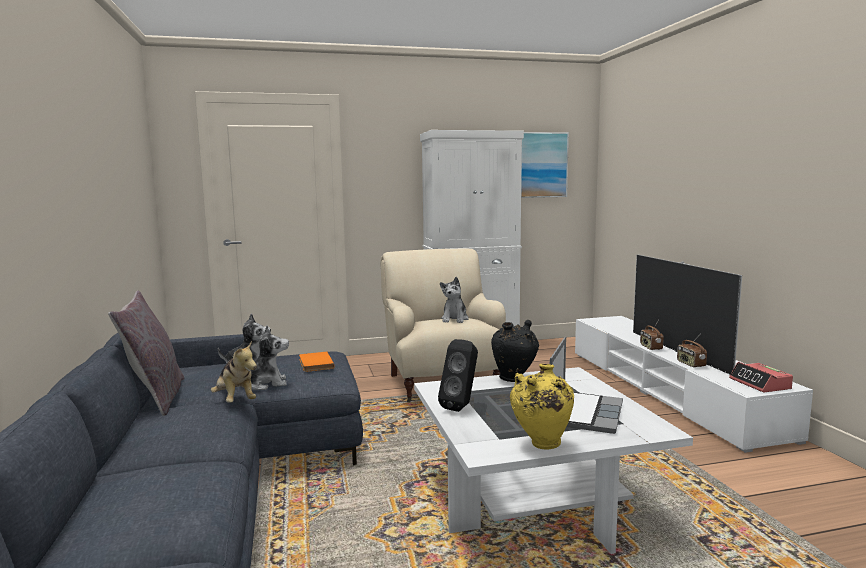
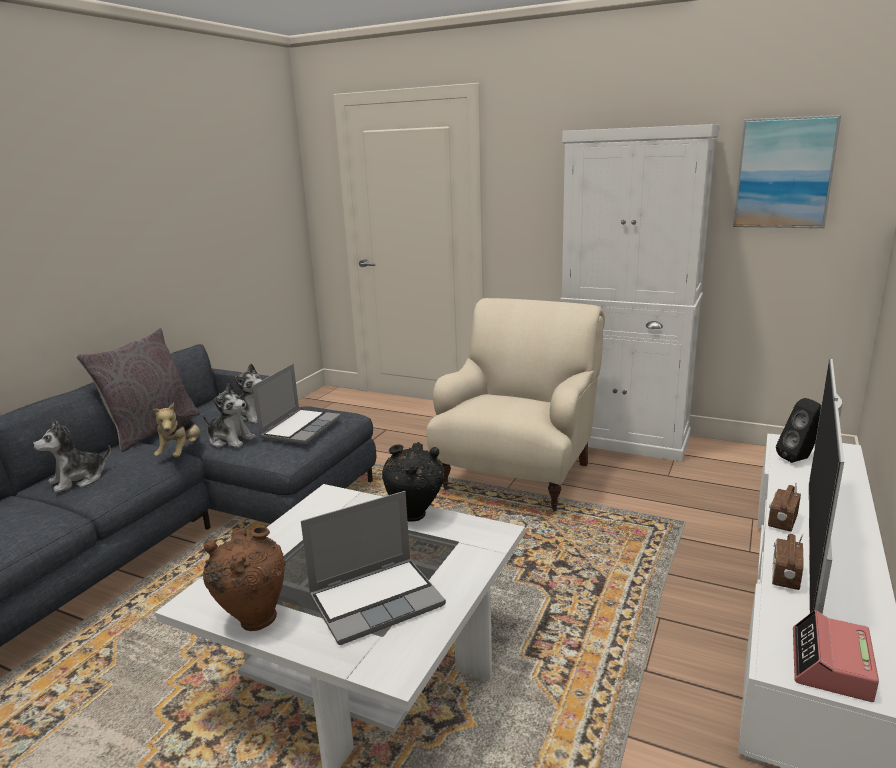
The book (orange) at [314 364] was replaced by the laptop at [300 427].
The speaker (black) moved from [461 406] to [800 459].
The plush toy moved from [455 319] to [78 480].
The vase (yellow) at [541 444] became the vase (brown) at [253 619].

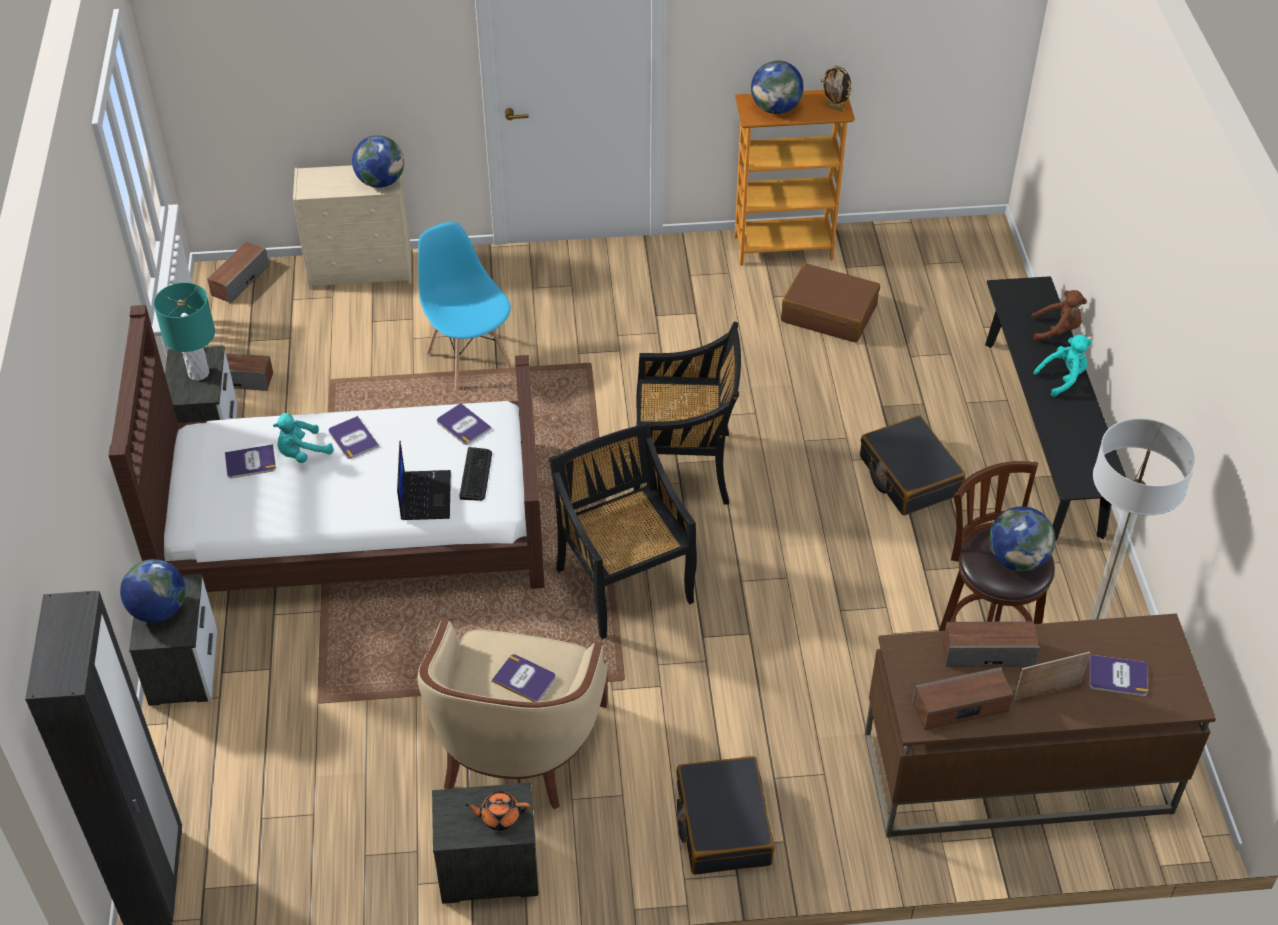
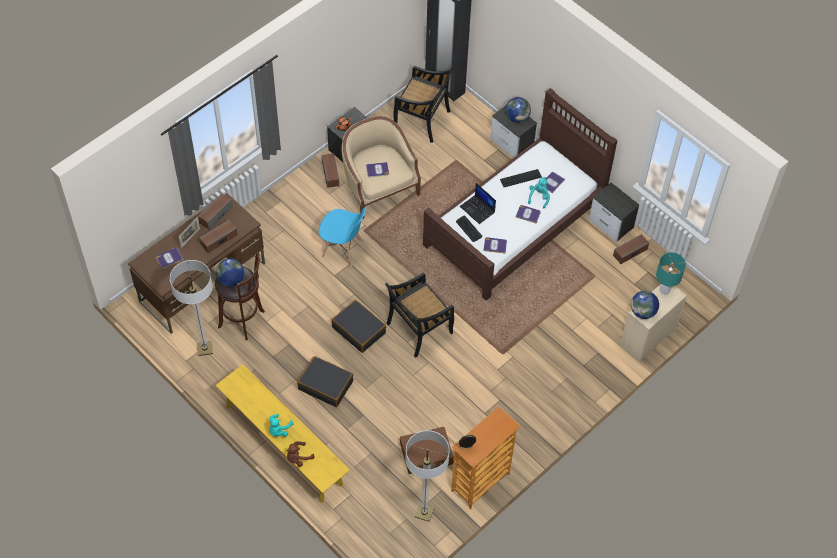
The table lamp (turquoise) moved from [198 373] to [664 290].
The speaker moved from [239 280] to [330 173].
The chair (blue) moved from [469 359] to [343 249].
The chair (black) moved from [623 583] to [422 120].
The suitcase (black) moved from [722 825] to [359 330].
The globe at [776 108] disappeared.
The bench (black) at [1042 435] became the bench (yellow) at [283 445].
The floor lamp at [424 512] appeared.
The keyboard at [520 178] appeared.

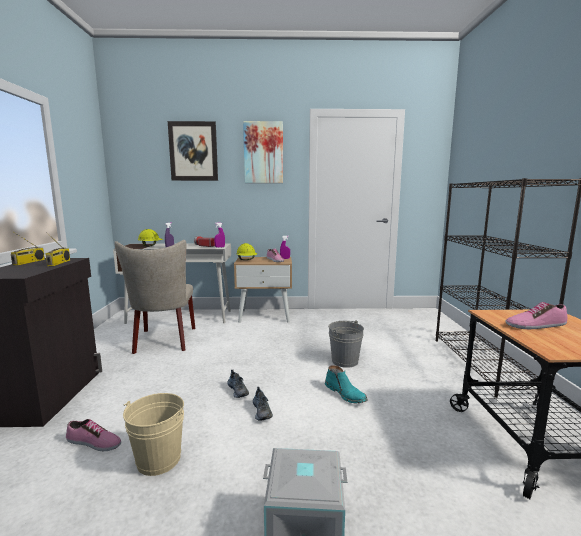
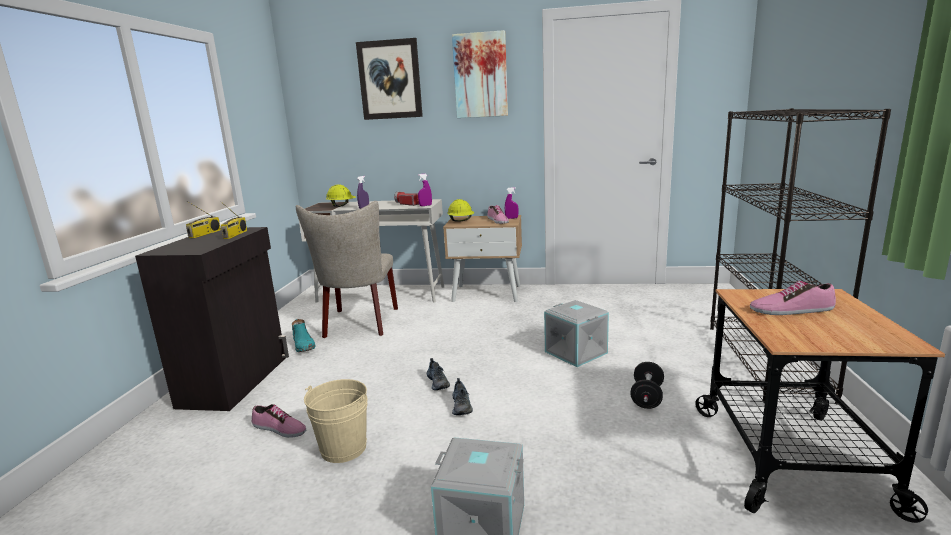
The boot (turquoise) moved from [345 394] to [304 345].
The bucket (grey) at [345 361] was replaced by the storage box (grey) at [577 352].
The dumbbell (black) at [647 397] appeared.

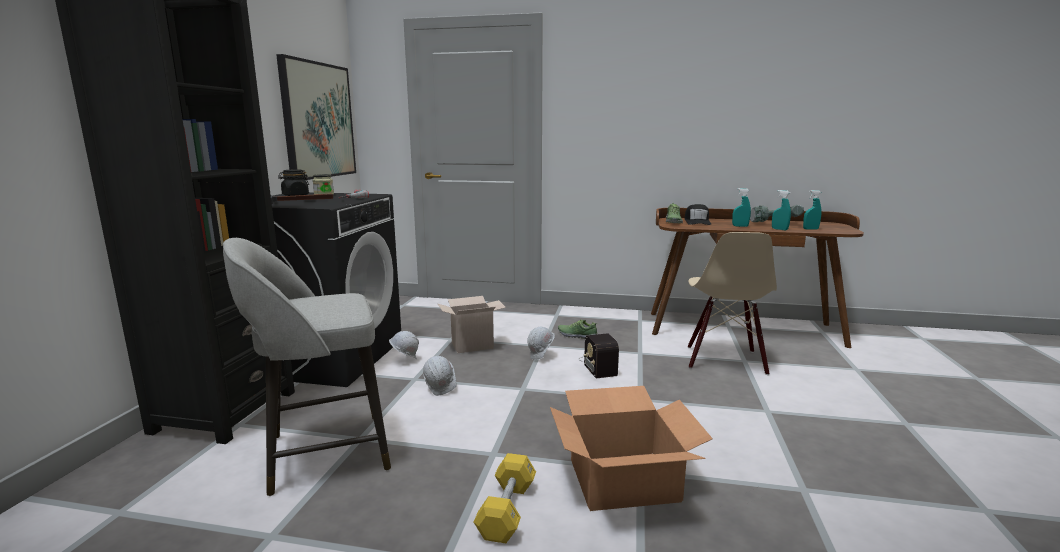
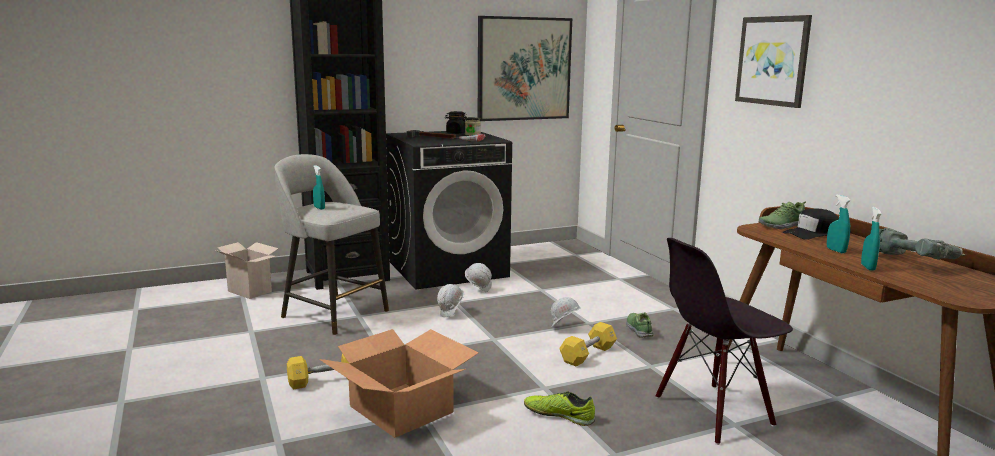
The cardboard box moved from [473 345] to [251 291].
The radio at [598 365] was replaced by the dumbbell (yellow) at [588 354].
The chair (beige) at [724 360] became the chair (black) at [713 412].
The spray bottle (turquoise) moved from [810 229] to [319 208].
The shoe at [559 415] appeared.
The picture at [773 61] appeared.

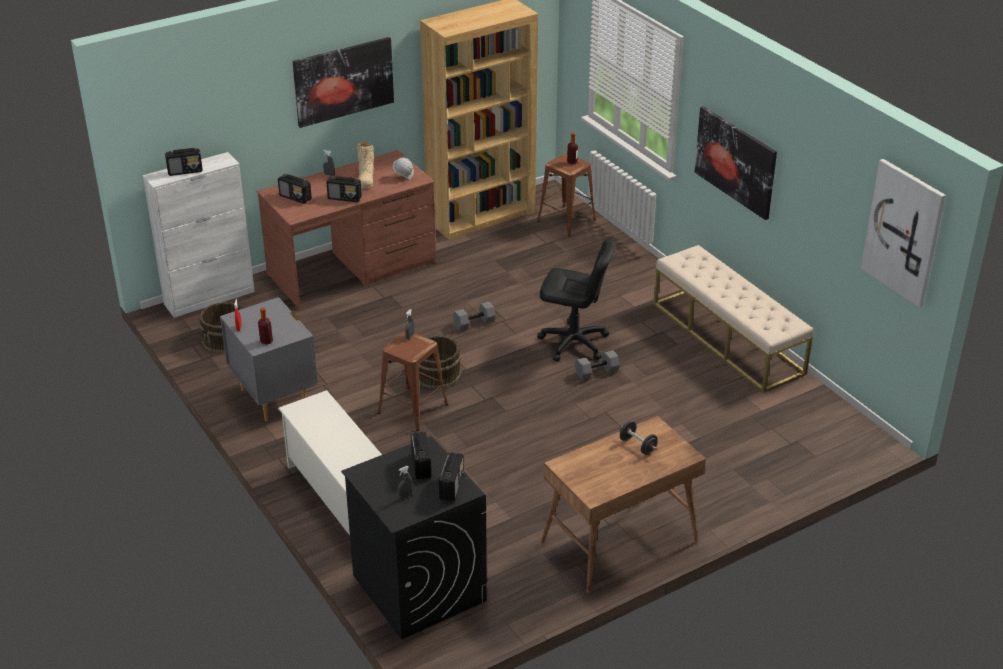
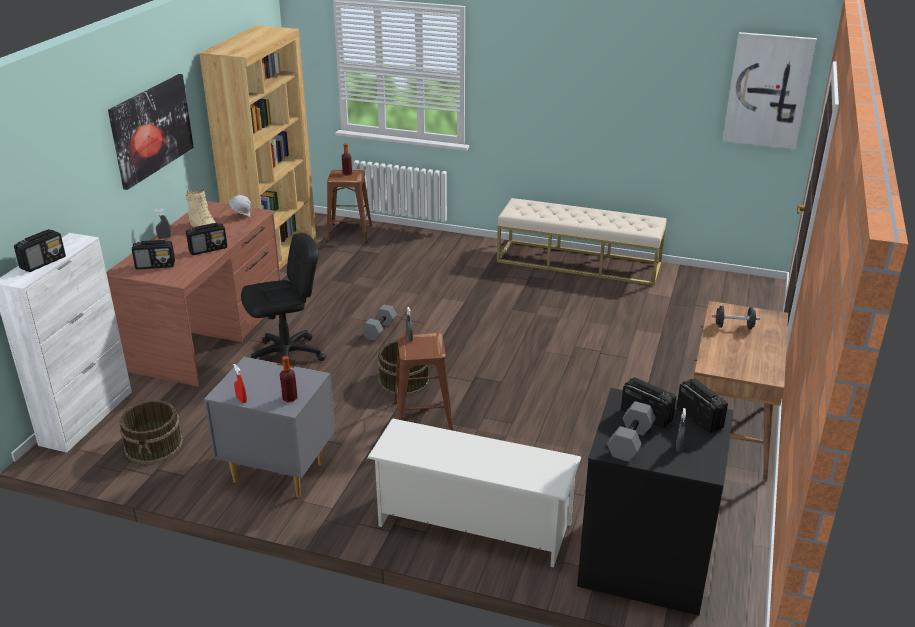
The office chair (black) moved from [574 343] to [287 356].
The dumbbell (grey) moved from [596 372] to [631 442].
The picture at [735 161] disappeared.

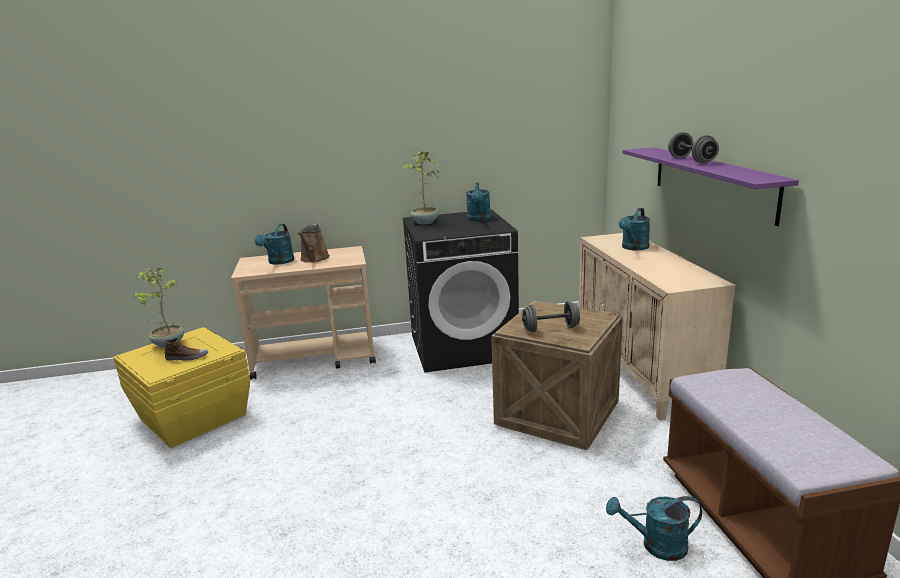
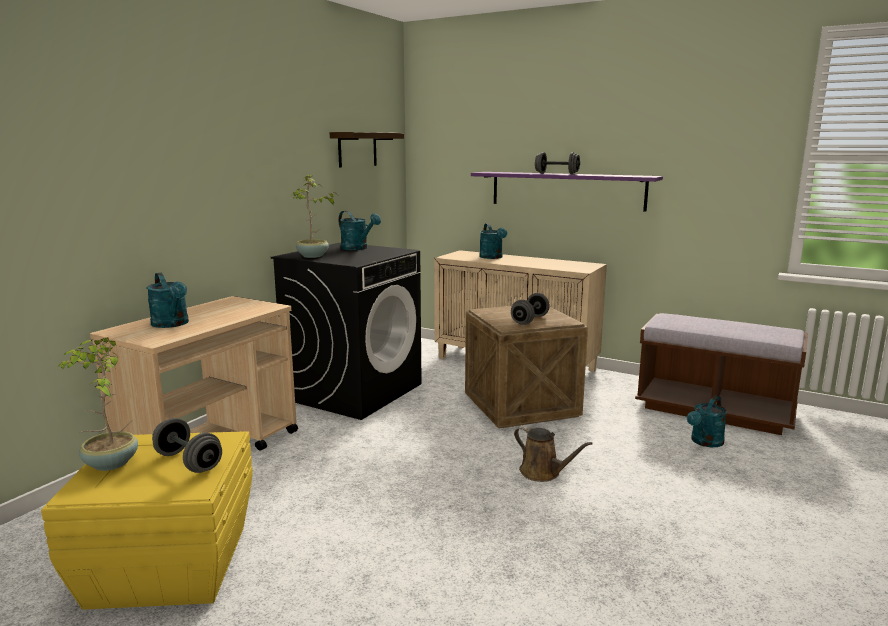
The shoe at [187 357] was replaced by the dumbbell (grey) at [188 462].
The watering can (brown) moved from [314 259] to [543 473].
The shelf at [357 149] appeared.

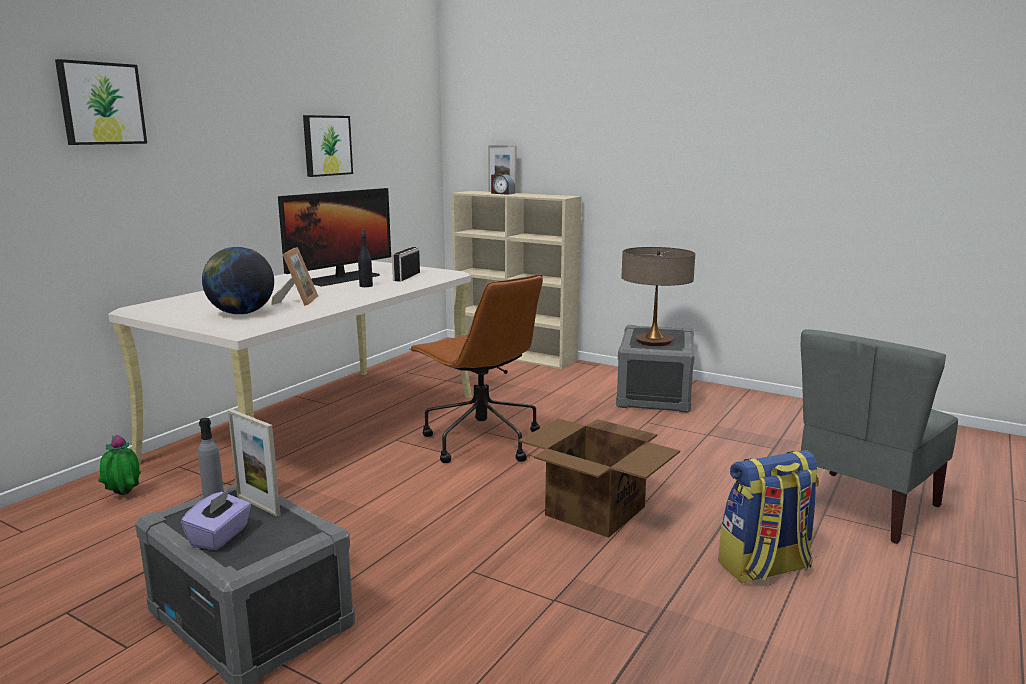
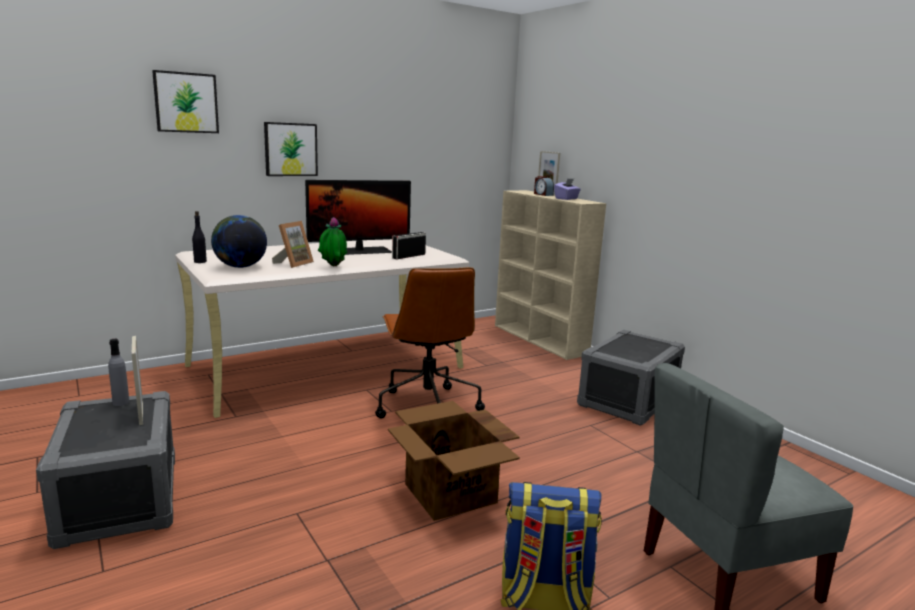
The potted plant moved from [123 496] to [333 267].
The tissue box (purple) moved from [220 536] to [566 199].
The picture moved from [326 145] to [290 149].
The bottle (black) moved from [366 286] to [200 262].
The table lamp at [653 342] disappeared.

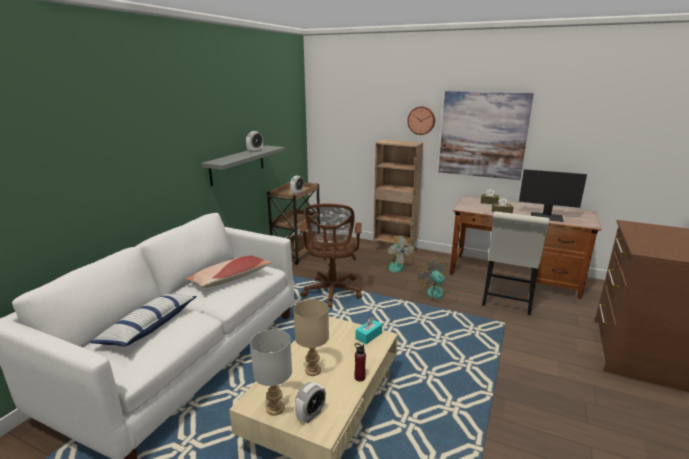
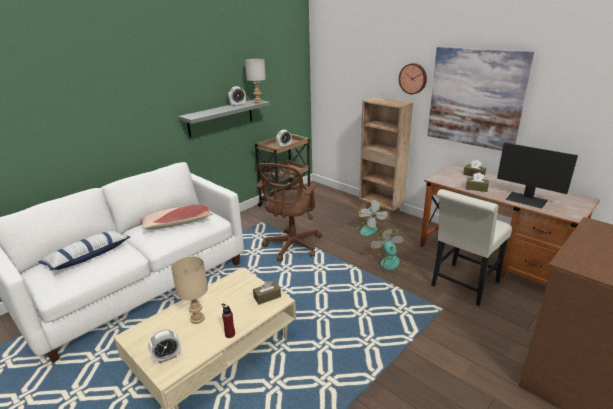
The table lamp (grey) moved from [275 408] to [257 102].
The tissue box (turquoise) at [368 336] became the tissue box (brown) at [267 297].

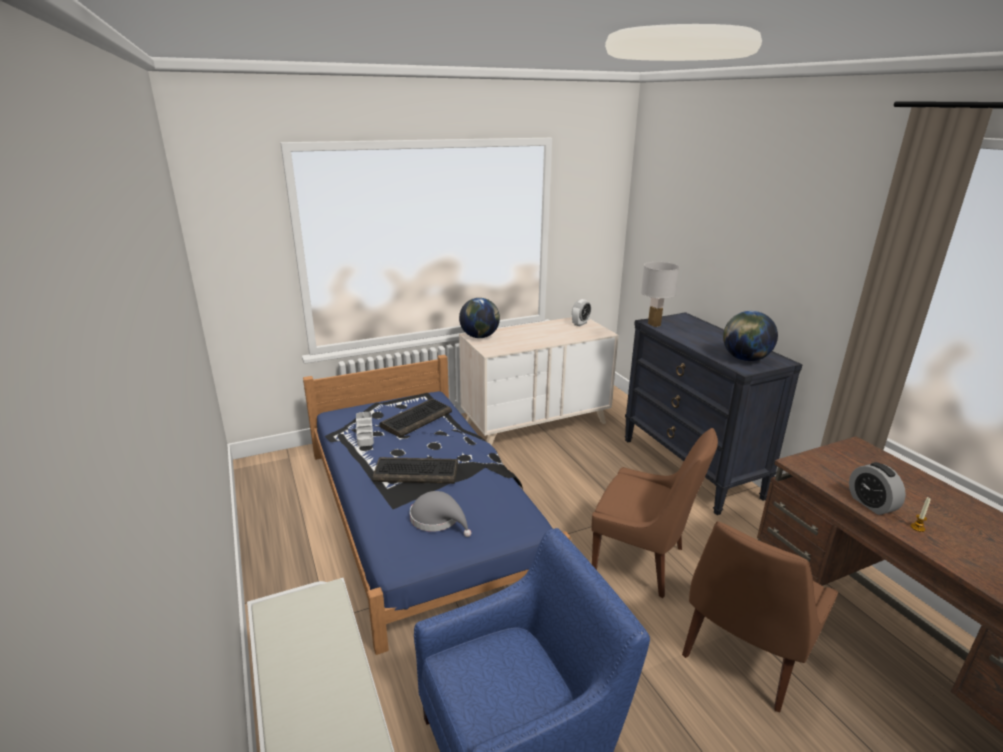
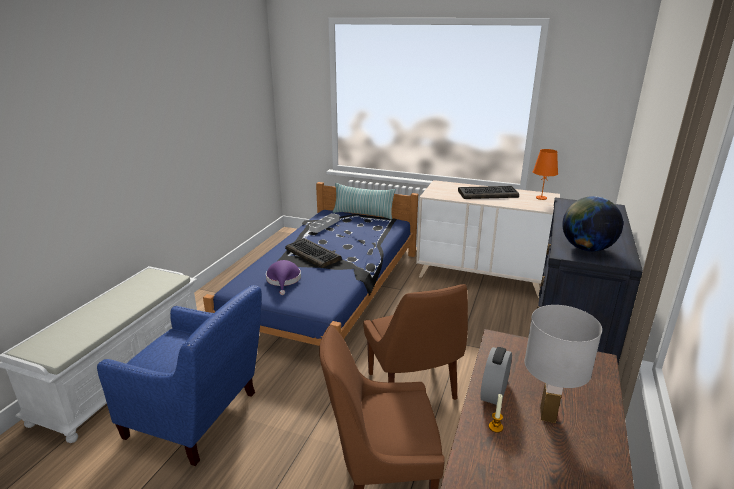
The keyboard moved from [416 419] to [488 194].
The hat (grey) at [438 519] became the hat (purple) at [283 280].
The globe at [479 336] disappeared.
The alarm clock at [580 324] was replaced by the table lamp (orange) at [541 198].
The table lamp (white) moved from [653 324] to [547 414].
The pillow at [363 214] appeared.

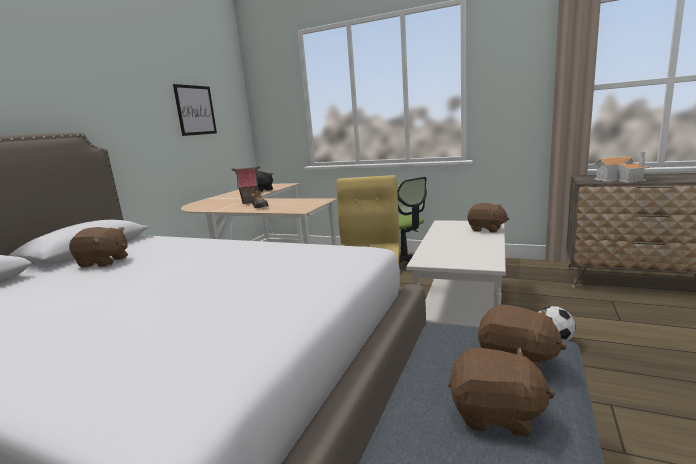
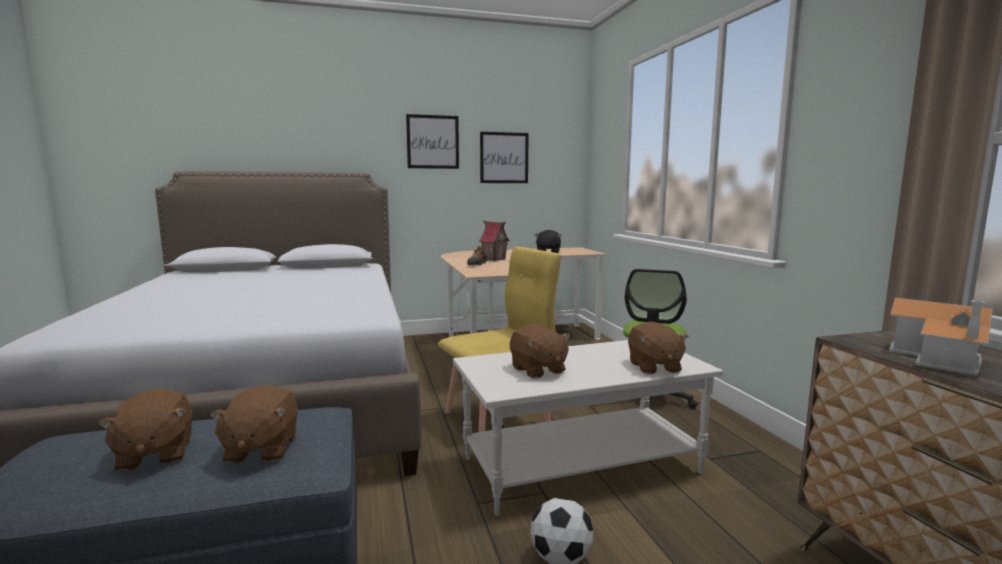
The plush toy (brown) moved from [104 262] to [538 370].
The picture at [433 142] appeared.

